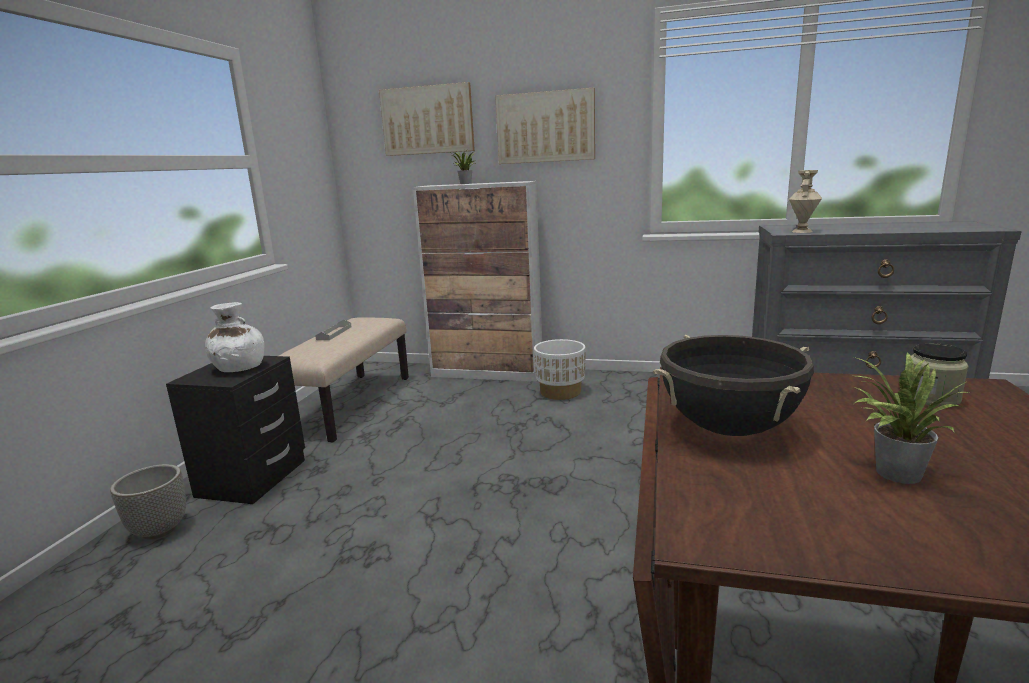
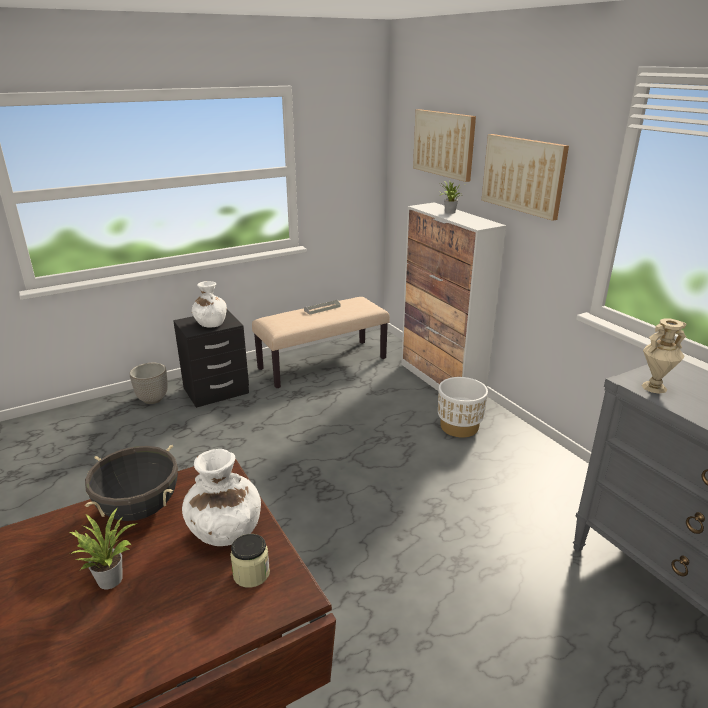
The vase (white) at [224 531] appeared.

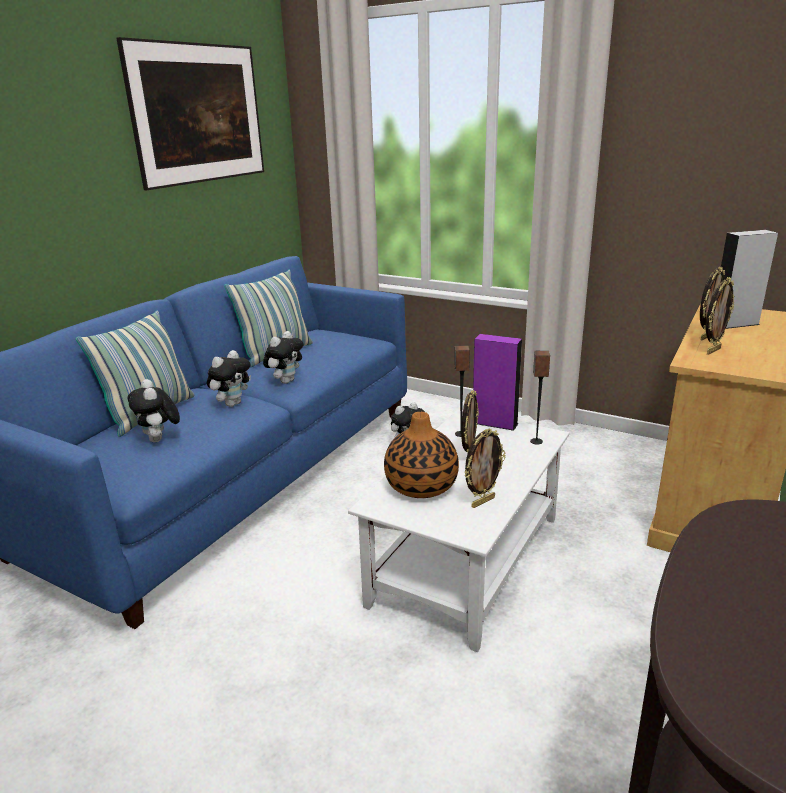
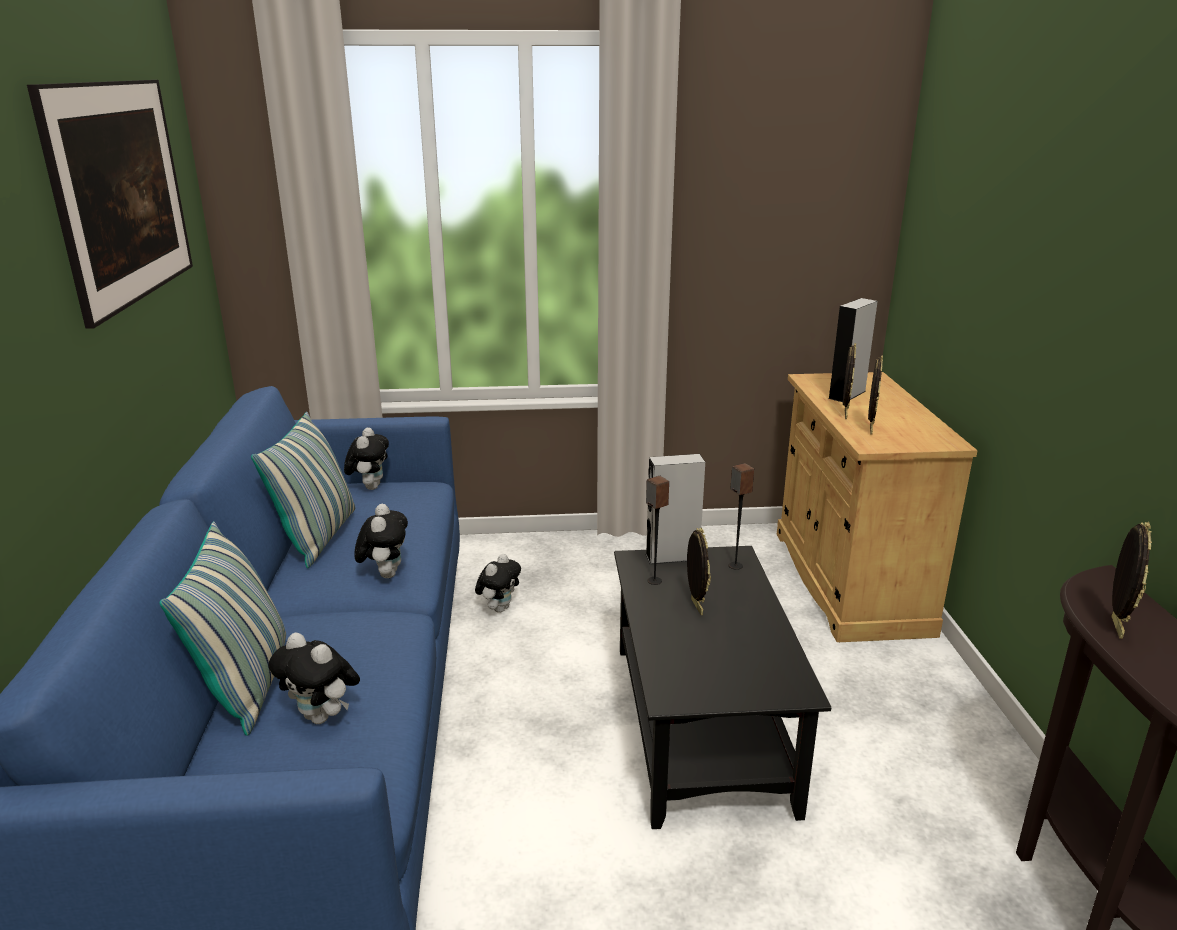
The plush toy moved from [232 403] to [370 486].
The coffee table (white) at [467 558] became the coffee table (black) at [699 724].
The vase at [422 486] disappeared.
The picture frame moved from [482 502] to [1114 626].
The speaker (purple) at [494 423] became the speaker (grey) at [672 557].

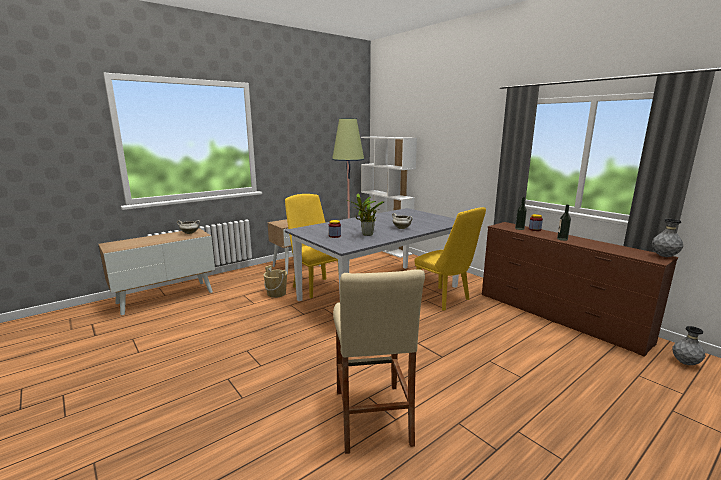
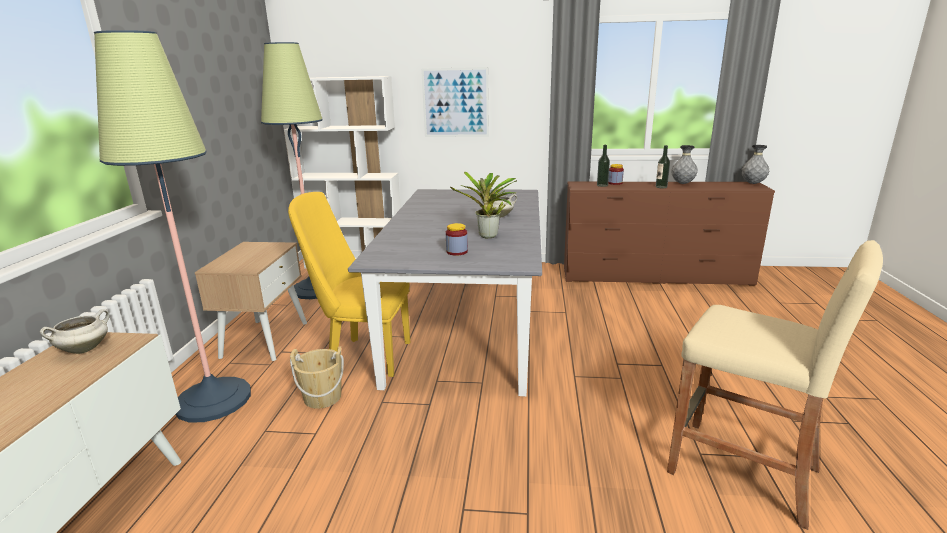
The chair (yellow) at [446 300] disappeared.
The vase (grey) moved from [685 363] to [682 183].
The floor lamp at [213 400] appeared.
The picture at [455 103] appeared.

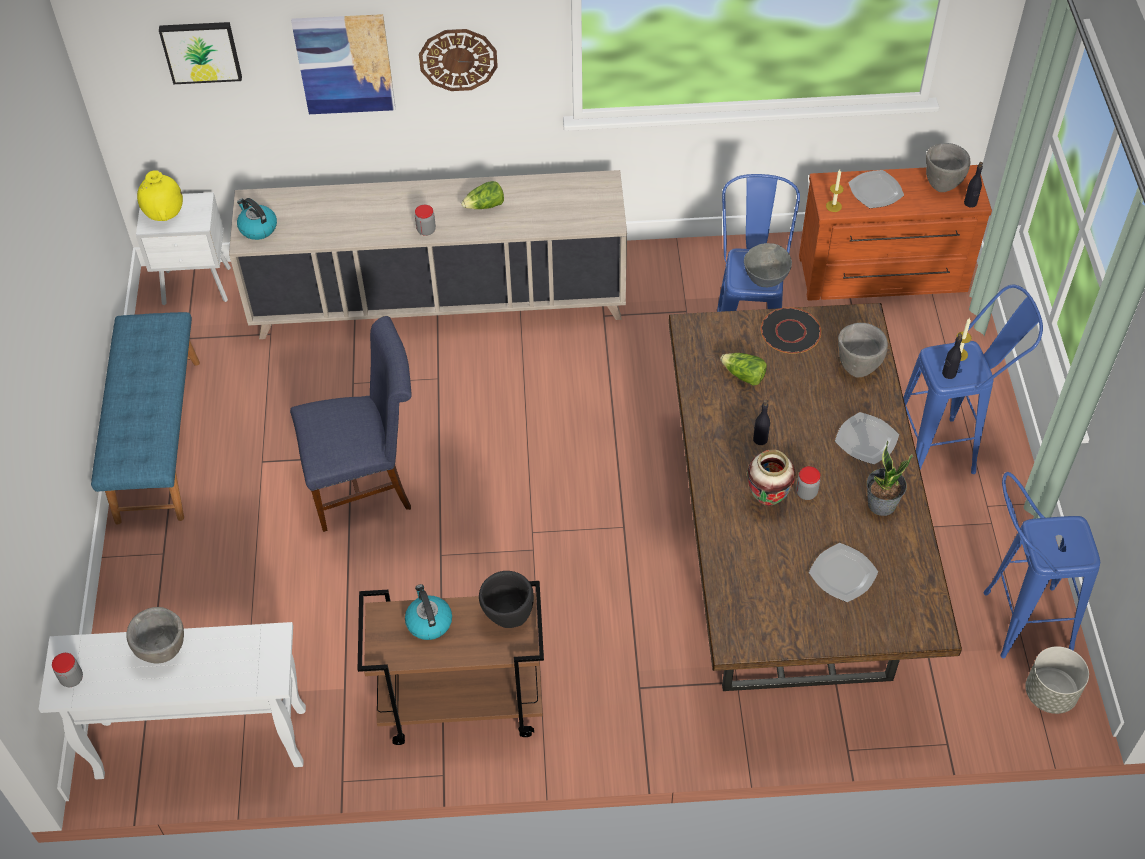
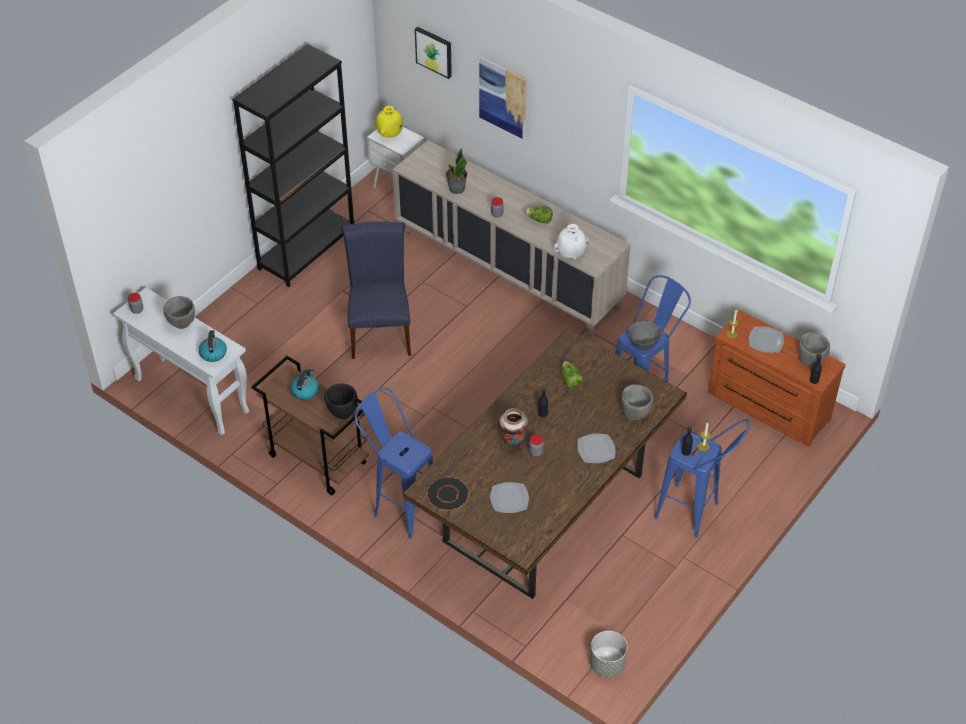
The bench (blue) at [157 439] was replaced by the bookcase (black) at [307 250].
The kettle moved from [257 228] to [213 353].
The chair (blue) at [366 482] turned 120 degrees counterclockwise.
The wall clock at [458 59] disappeared.
The plate (black) moved from [790 332] to [447 494].
The potted plant moved from [881 504] to [456 189].
The stool (blue) moved from [1011 623] to [399 506].
The vase (white) at [571 254] appeared.

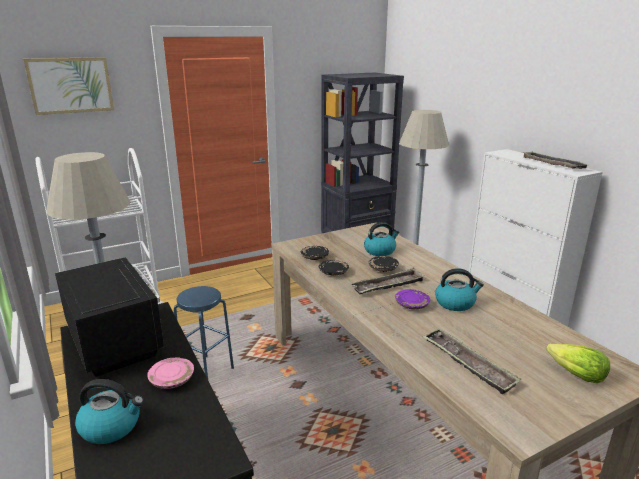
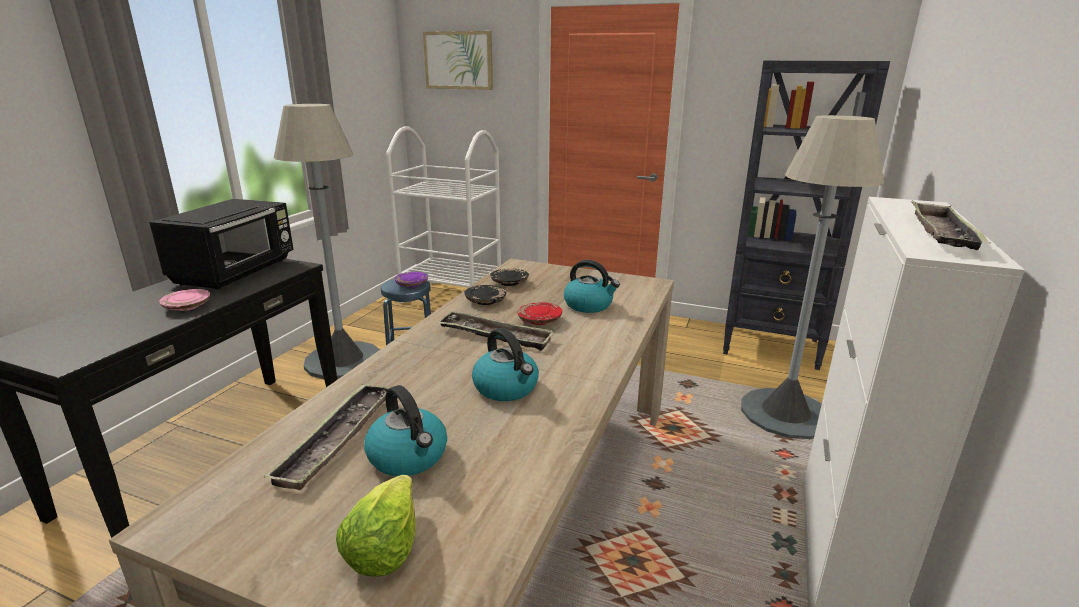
The kettle moved from [112 426] to [409 457].
The plate (black) at [383 268] became the plate (red) at [539 320].
The plate (purple) moved from [412 304] to [412 284].

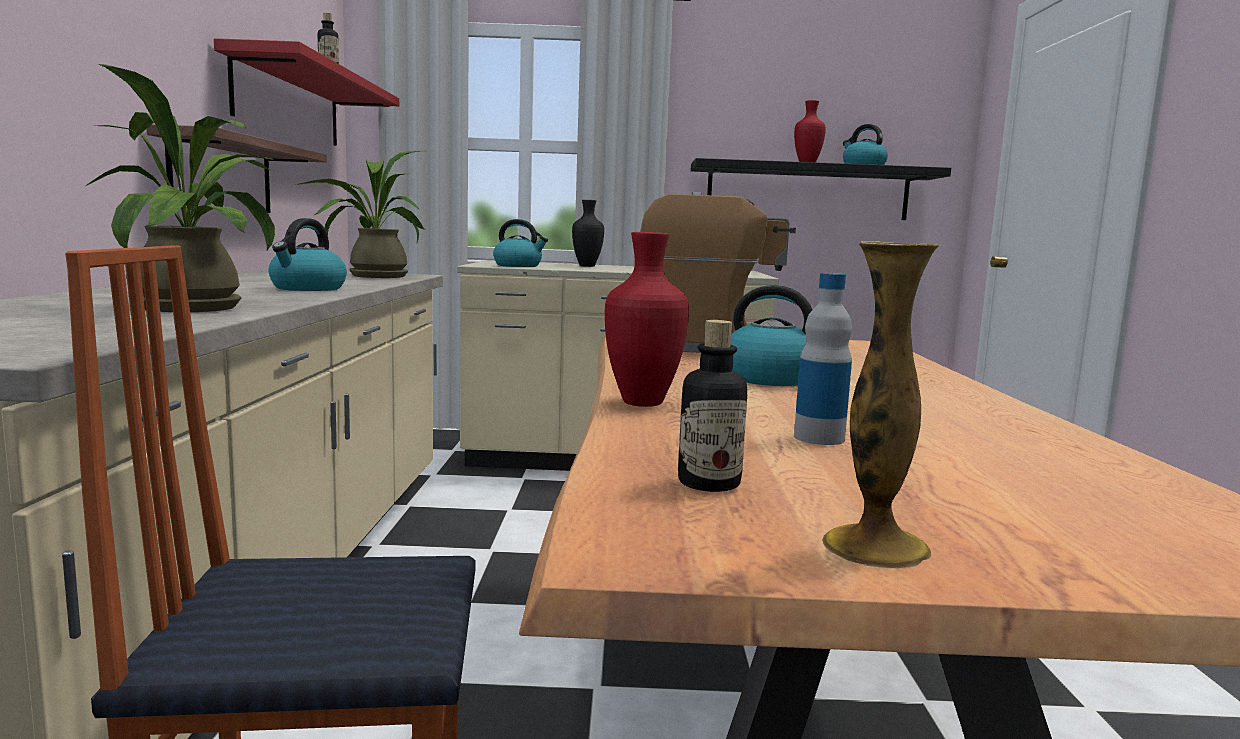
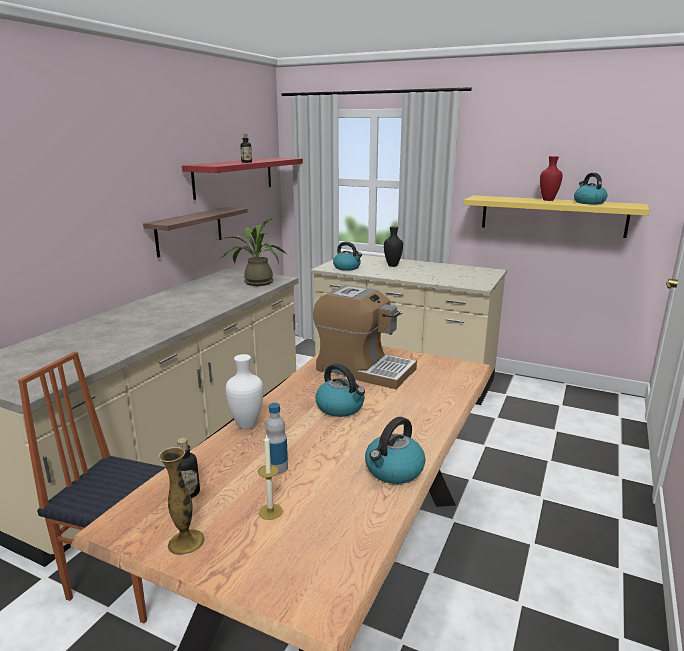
The potted plant at [201 307] disappeared.
The kettle moved from [307 288] to [393 470].
The vase (red) at [639 403] became the vase (white) at [245 425].
The shelf (black) at [807 192] became the shelf (yellow) at [552 216].
The candle at [270 511] appeared.

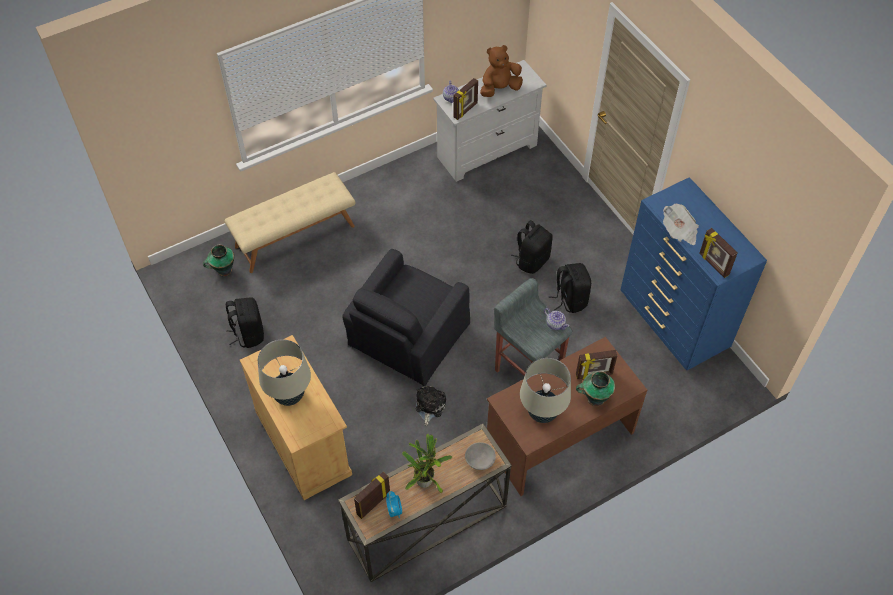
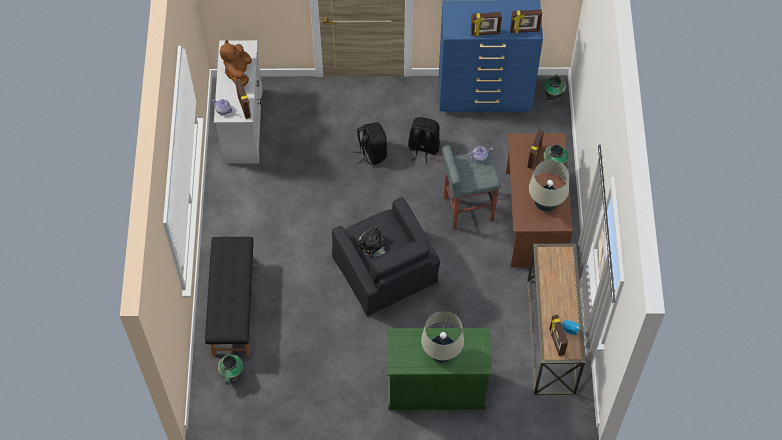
The bench (beige) at [294 236] became the bench (black) at [232 306].
The backpack (black) at [248 334] disappeared.
The cabinet (beige) at [303 443] became the cabinet (green) at [436 387].
The potted plant at [425 479] disappeared.
The plush toy moved from [429 406] to [372 246].
The bowl (grey) at [480 460] disappeared.
The newspaper at [679 231] was replaced by the picture frame at [485 33].
The vase at [552 96] appeared.

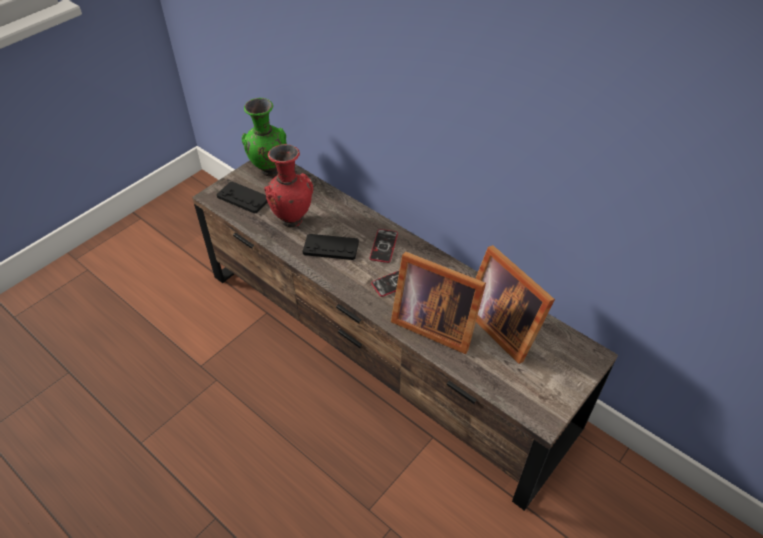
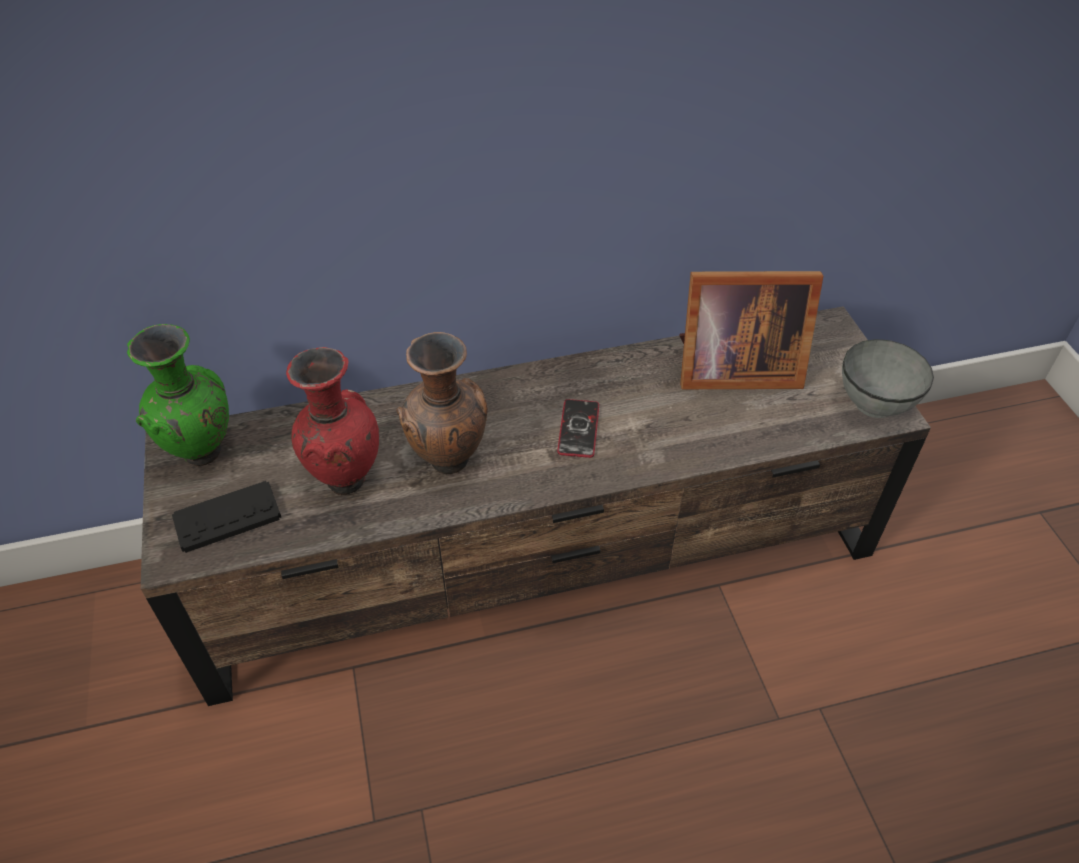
The game controller (black) at [331 248] was replaced by the vase (brown) at [448 464].
The phone at [383 246] disappeared.
The picture frame at [433 322] disappeared.
The bowl (grey) at [875 404] appeared.

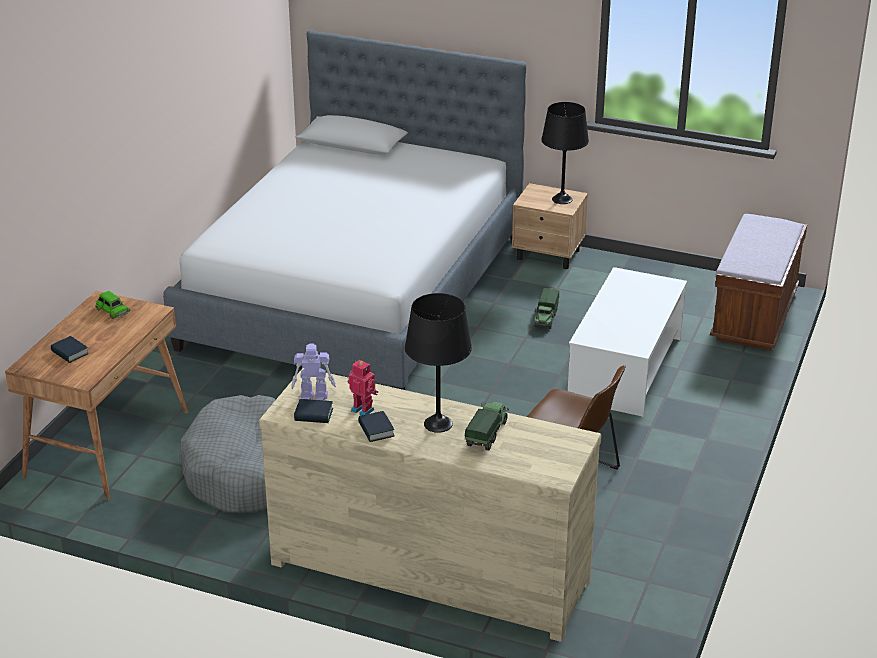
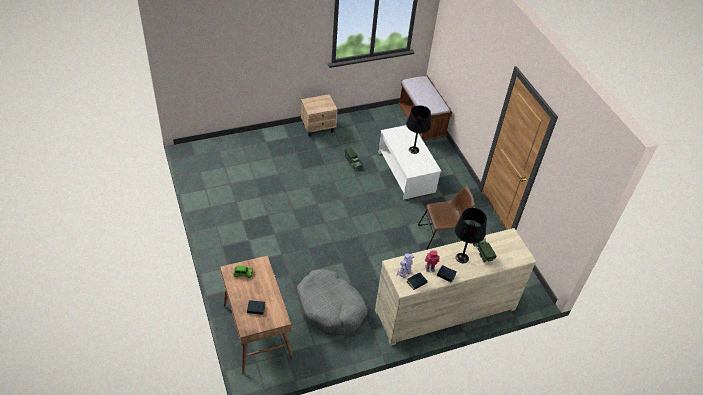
The bed at [356 291] disappeared.
The table lamp (black) moved from [562 199] to [413 150].

